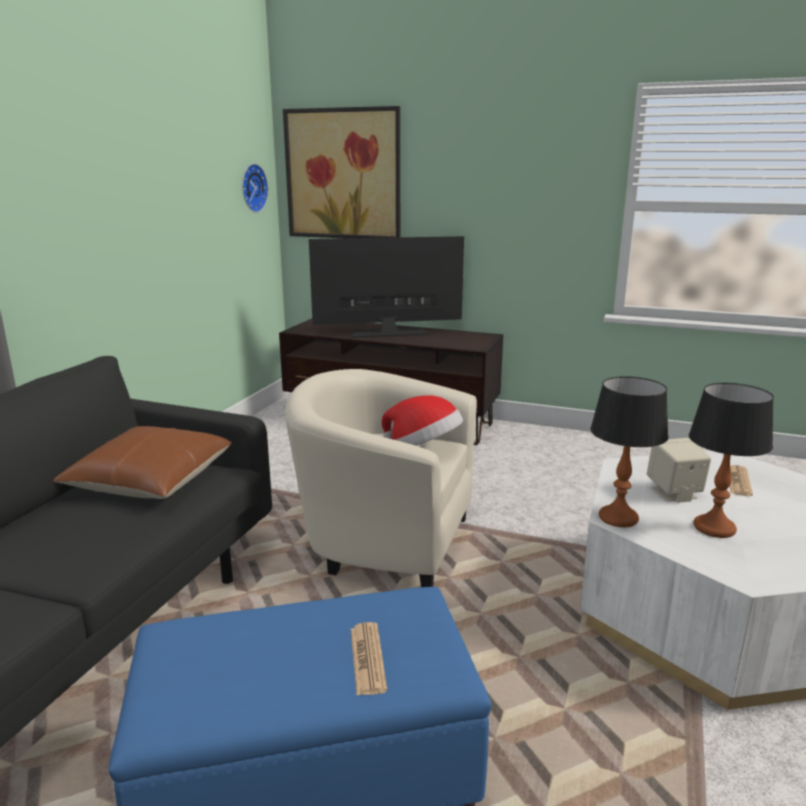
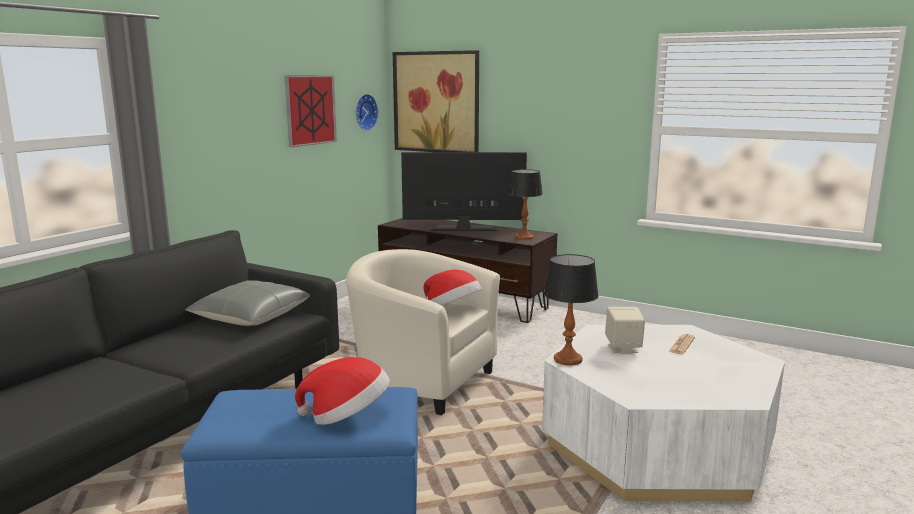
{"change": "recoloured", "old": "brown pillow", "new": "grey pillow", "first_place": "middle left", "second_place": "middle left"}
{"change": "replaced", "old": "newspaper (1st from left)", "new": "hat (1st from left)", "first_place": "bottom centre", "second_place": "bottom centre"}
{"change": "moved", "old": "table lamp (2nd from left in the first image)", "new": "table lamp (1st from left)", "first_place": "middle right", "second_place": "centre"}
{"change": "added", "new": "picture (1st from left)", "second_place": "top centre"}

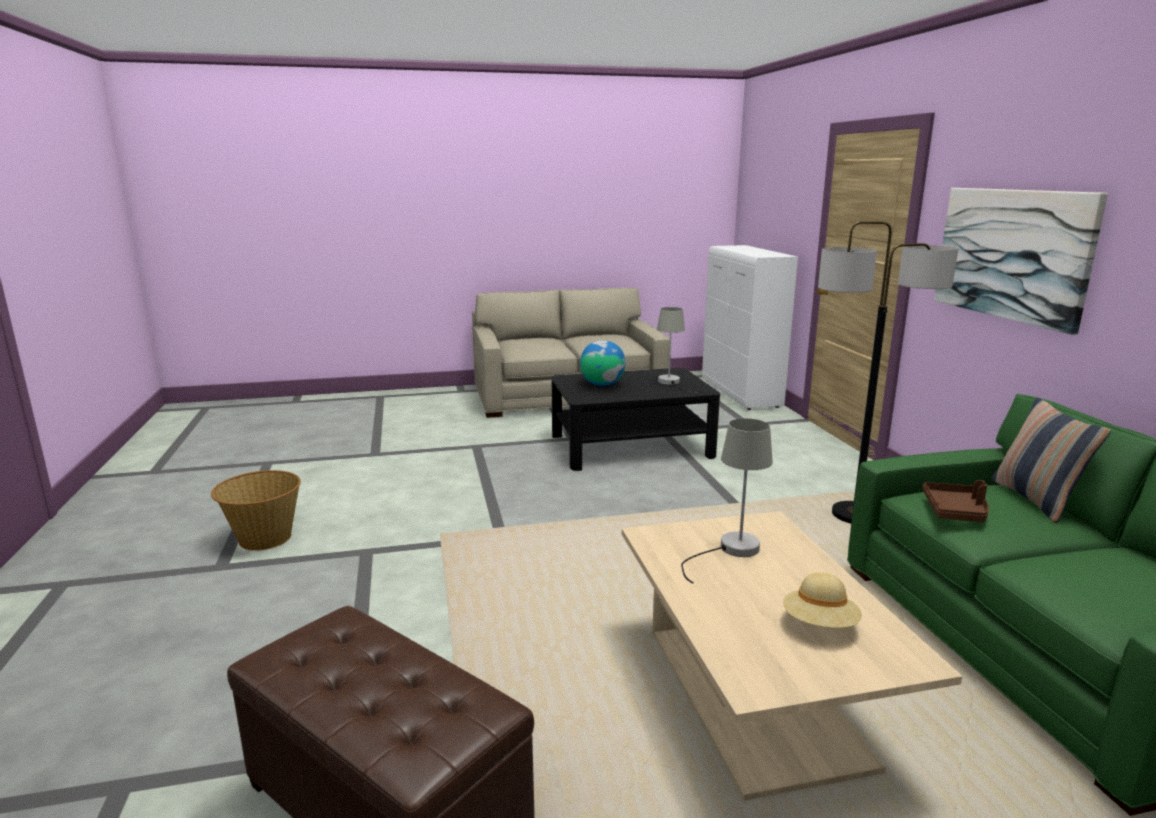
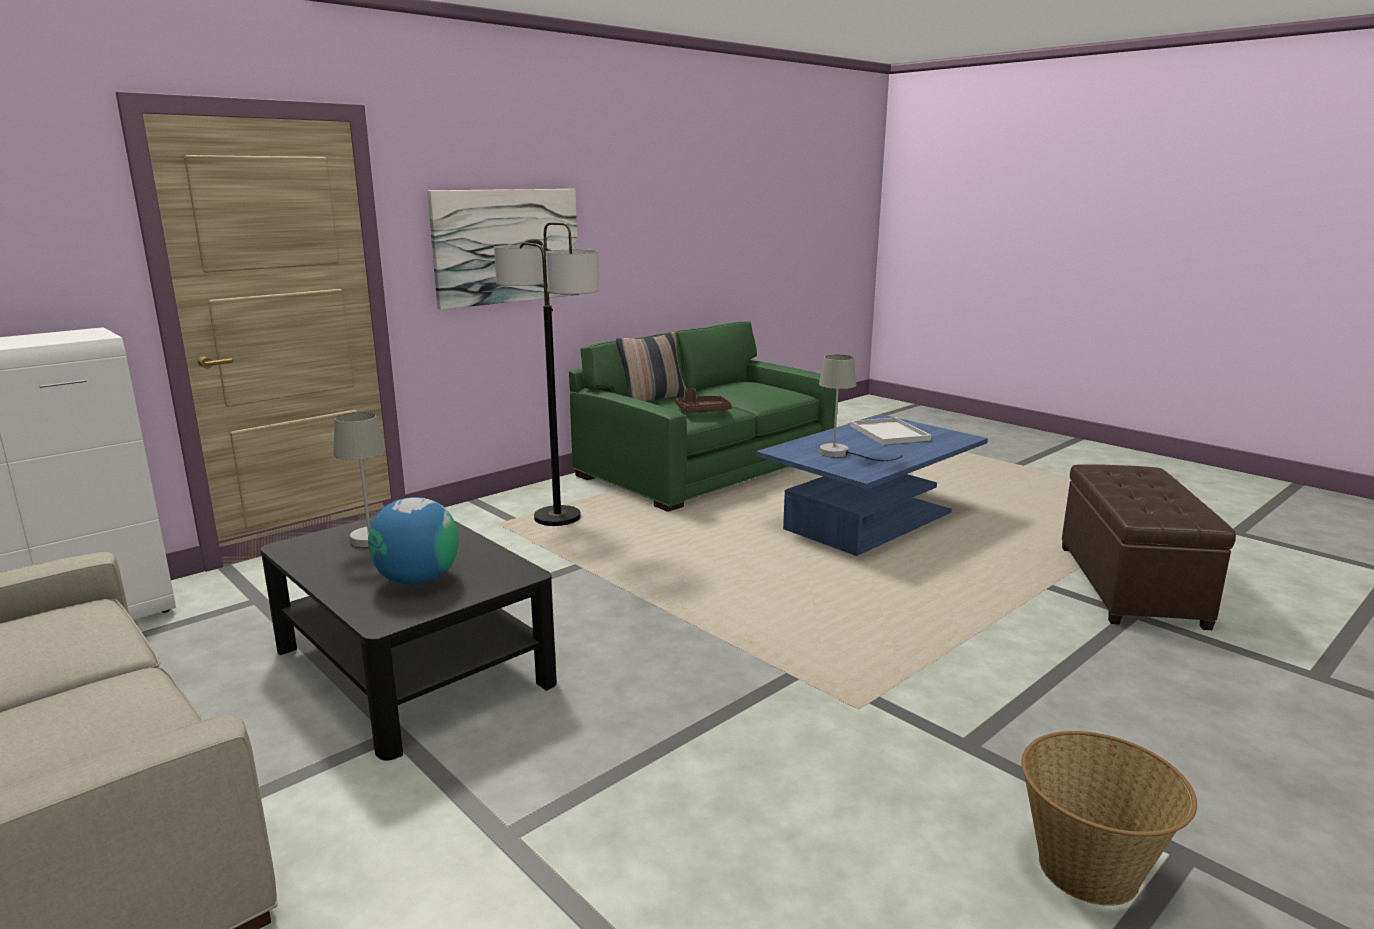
{"change": "recoloured", "old": "beige coffee table", "new": "blue coffee table", "first_place": "bottom right", "second_place": "centre"}
{"change": "replaced", "old": "beige hat", "new": "white tray", "first_place": "bottom right", "second_place": "centre"}

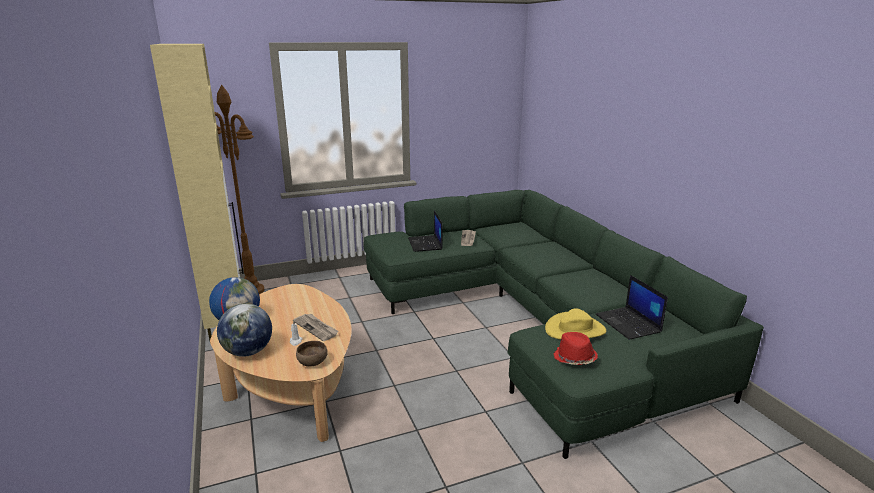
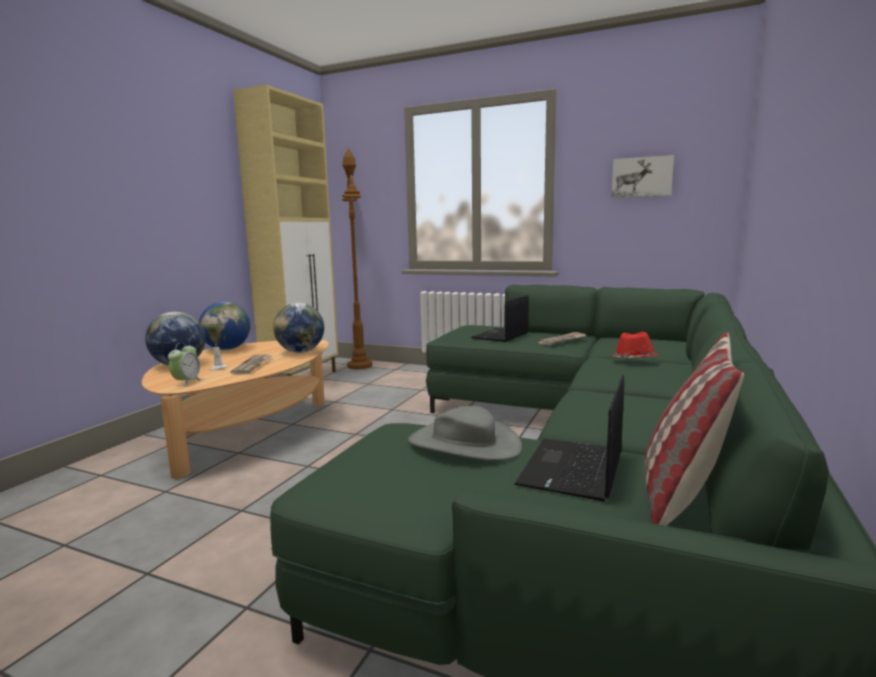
{"change": "replaced", "old": "brown bowl", "new": "alarm clock", "first_place": "bottom centre", "second_place": "middle left"}
{"change": "recoloured", "old": "yellow hat", "new": "grey hat", "first_place": "centre", "second_place": "centre"}
{"change": "moved", "old": "red hat", "first_place": "bottom centre", "second_place": "middle right"}
{"change": "added", "new": "globe (3rd from left)", "second_place": "centre"}
{"change": "added", "new": "picture", "second_place": "top right"}
{"change": "added", "new": "pillow", "second_place": "middle right"}

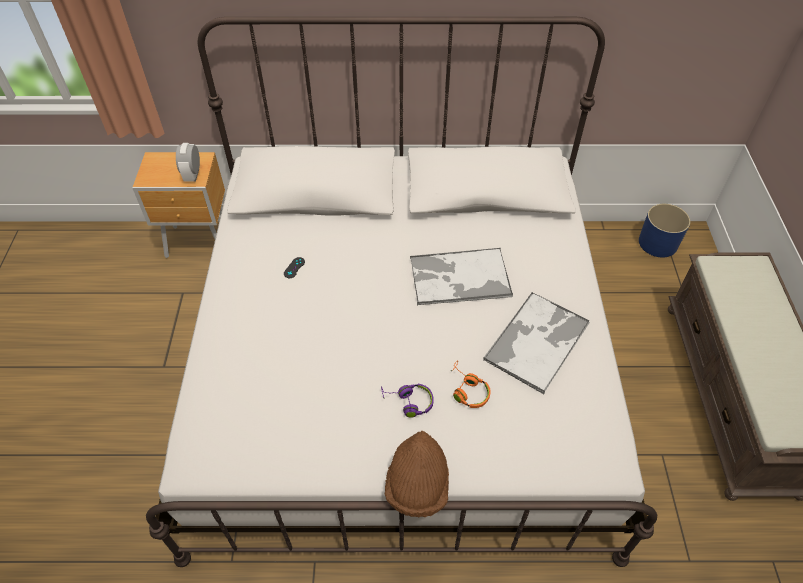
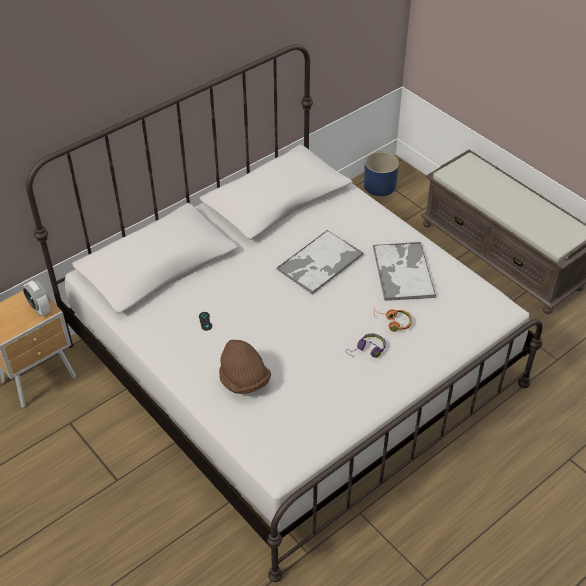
{"change": "moved", "old": "brown hat", "first_place": "bottom centre", "second_place": "centre"}

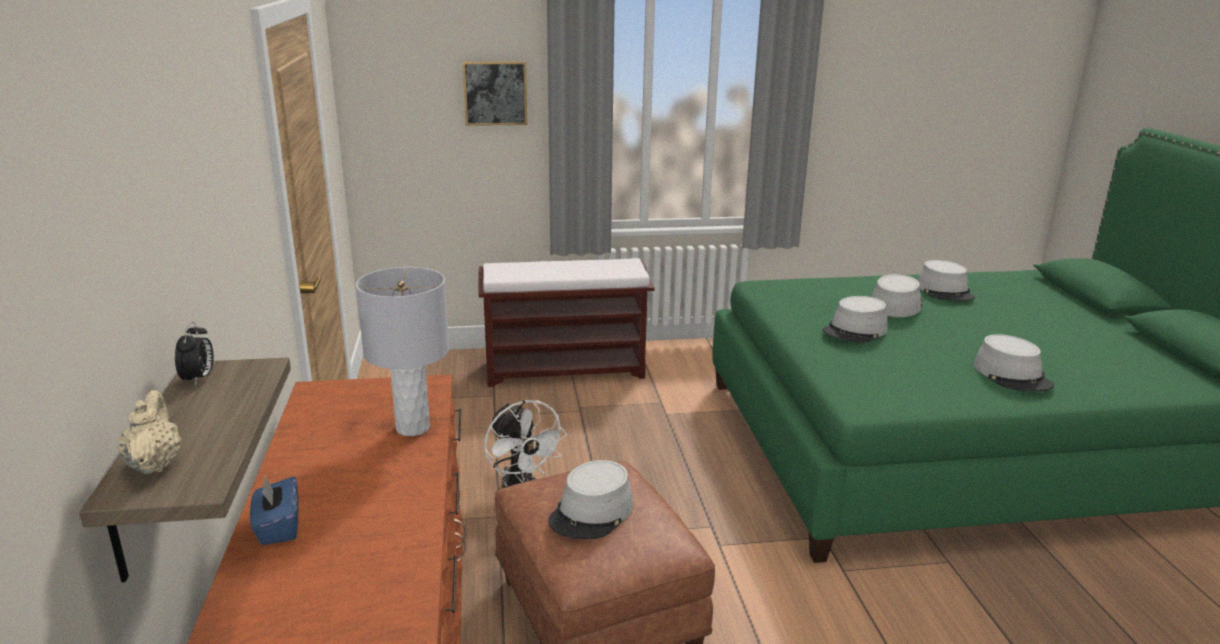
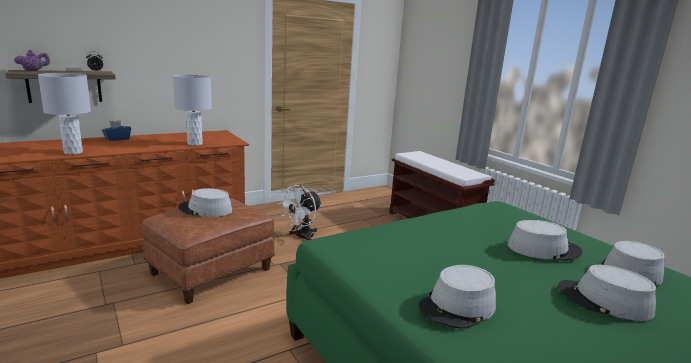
{"change": "recoloured", "old": "beige teapot", "new": "purple teapot", "first_place": "bottom left", "second_place": "top left"}
{"change": "removed", "old": "picture", "first_place": "top centre"}
{"change": "moved", "old": "grey hat (2nd from left in the first image)", "new": "grey hat (4th from left)", "first_place": "middle right", "second_place": "bottom right"}
{"change": "added", "new": "grey table lamp (1st from left)", "second_place": "top left"}

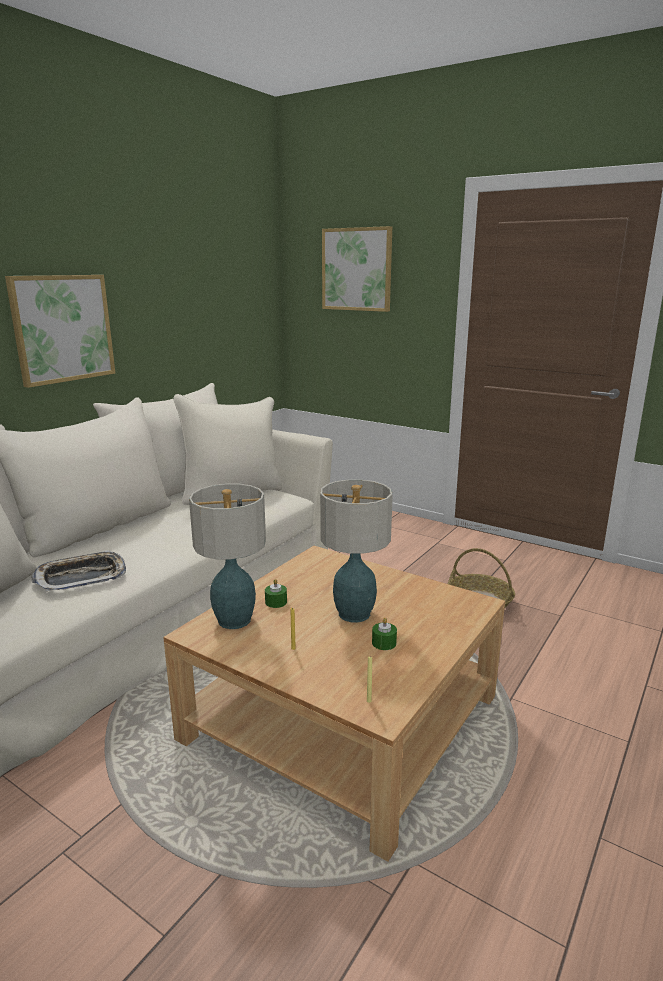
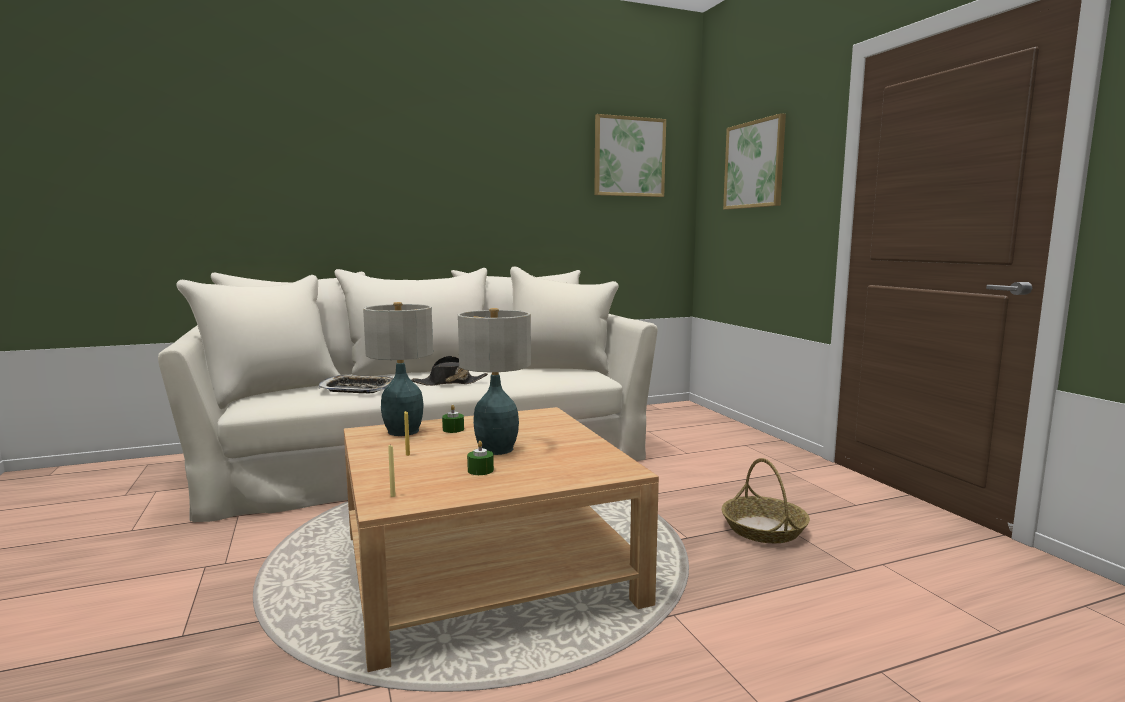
{"change": "moved", "old": "picture (1st from left)", "first_place": "middle left", "second_place": "top centre"}
{"change": "added", "new": "black hat", "second_place": "centre"}

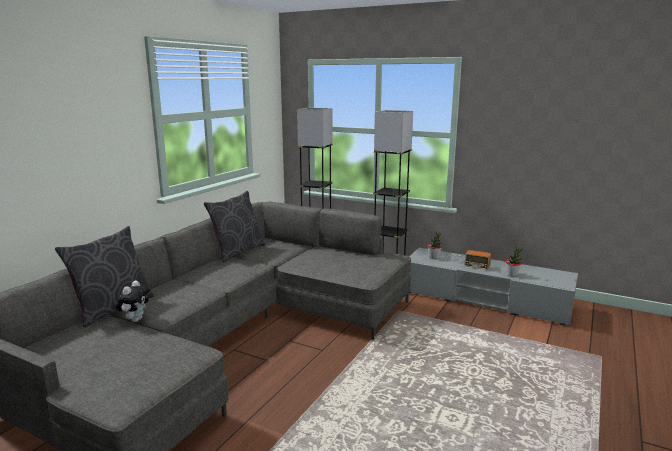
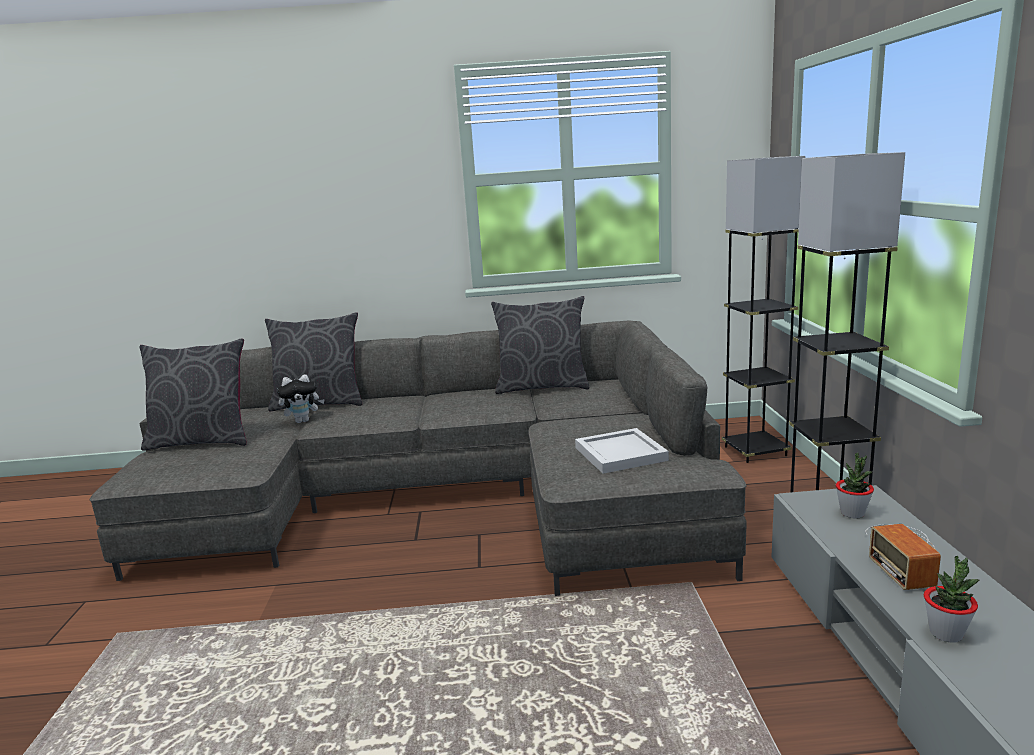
{"change": "added", "new": "grey pillow (1st from left)", "second_place": "middle left"}
{"change": "added", "new": "white tray", "second_place": "centre"}

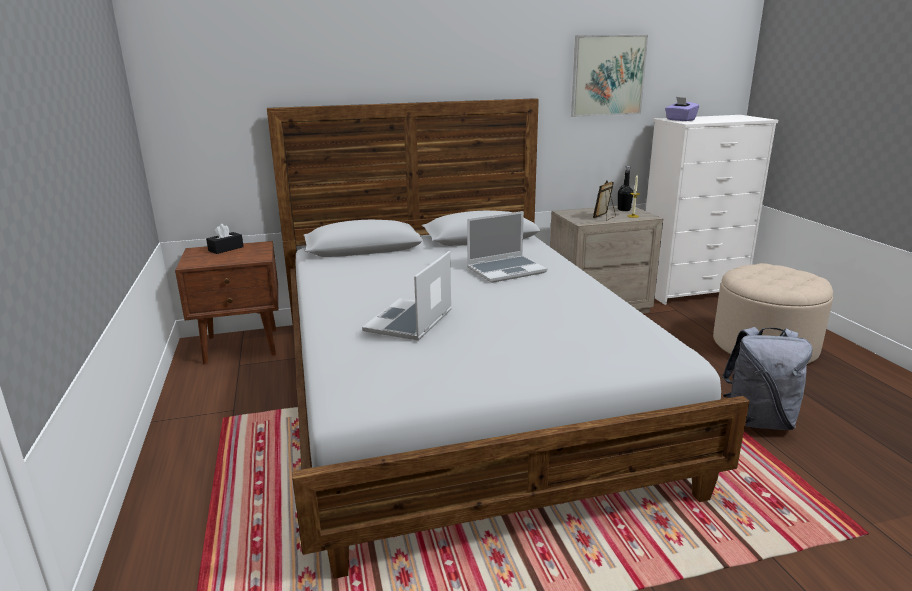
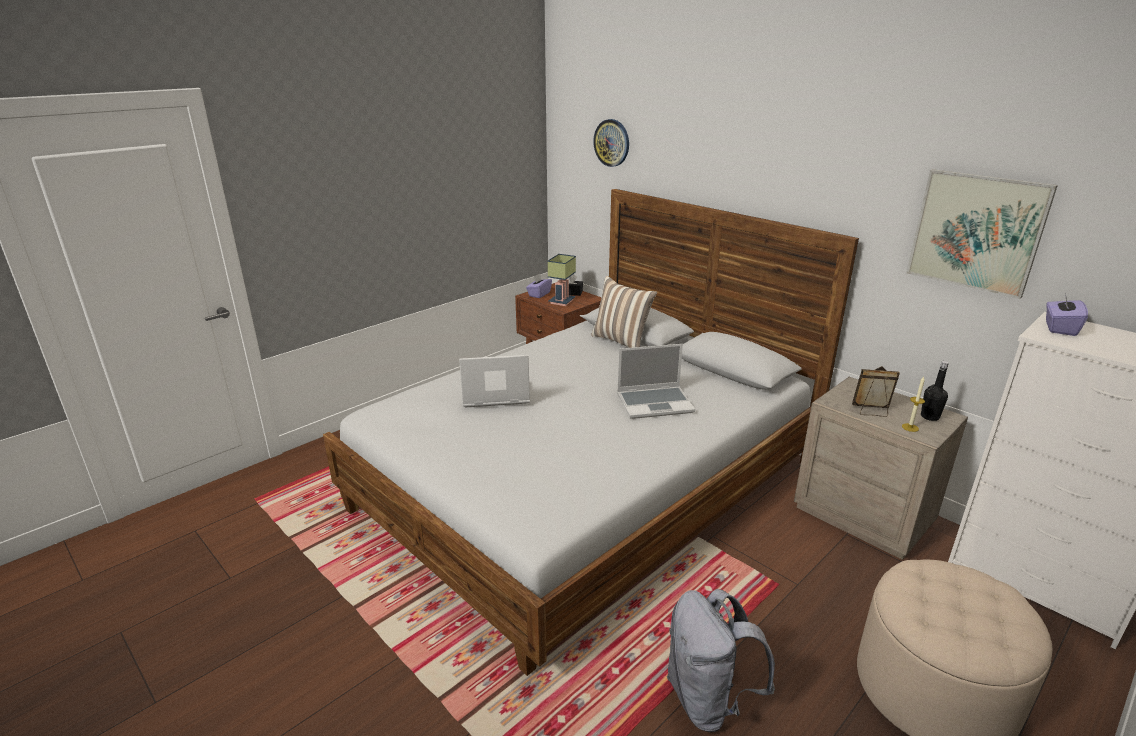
{"change": "turned", "old": "laptop (2nd from left)", "first_place": "centre", "second_place": "centre", "degrees": -45}
{"change": "added", "new": "purple tissue box (1st from left)", "second_place": "centre"}
{"change": "added", "new": "table lamp", "second_place": "centre"}
{"change": "added", "new": "pillow", "second_place": "centre"}
{"change": "added", "new": "wall clock", "second_place": "top centre"}

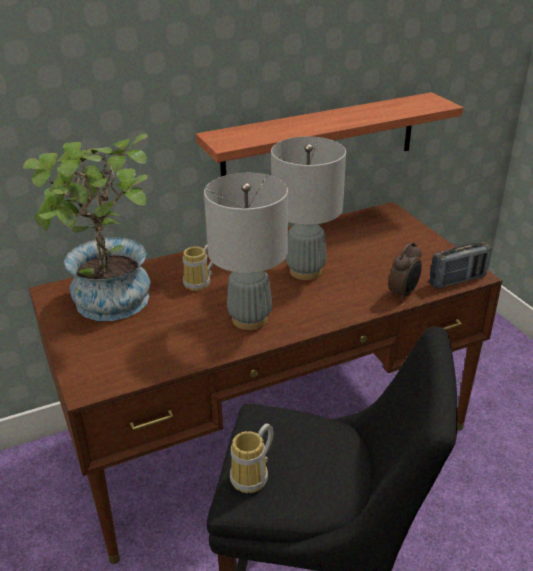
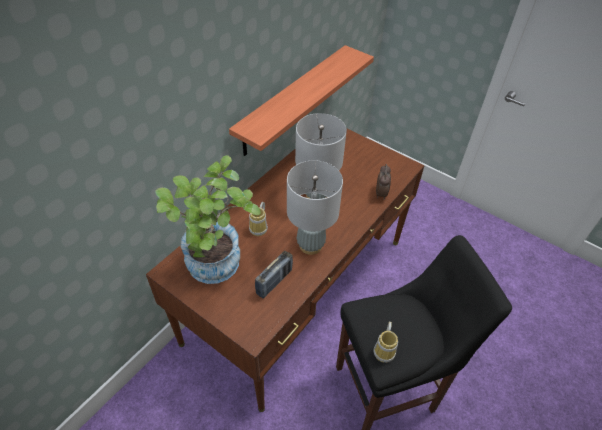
{"change": "moved", "old": "radio", "first_place": "middle right", "second_place": "centre"}

